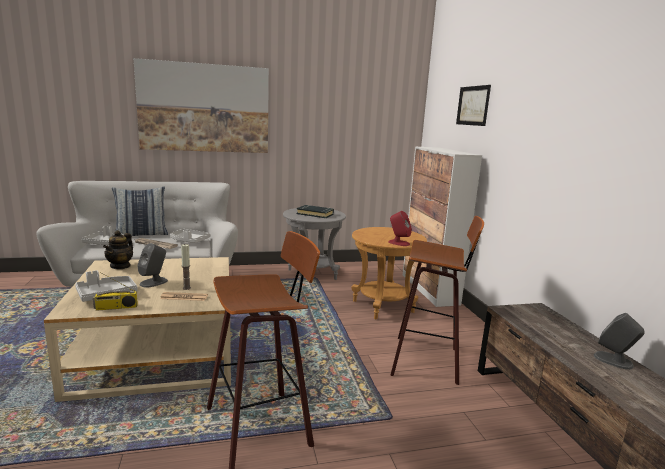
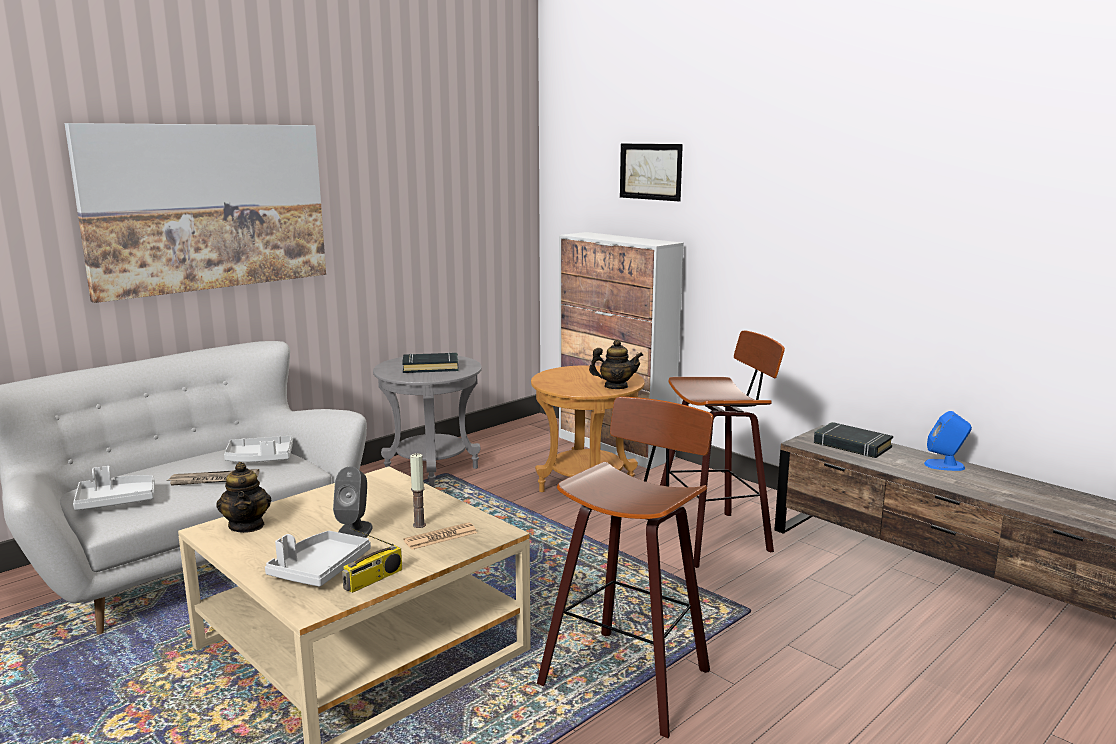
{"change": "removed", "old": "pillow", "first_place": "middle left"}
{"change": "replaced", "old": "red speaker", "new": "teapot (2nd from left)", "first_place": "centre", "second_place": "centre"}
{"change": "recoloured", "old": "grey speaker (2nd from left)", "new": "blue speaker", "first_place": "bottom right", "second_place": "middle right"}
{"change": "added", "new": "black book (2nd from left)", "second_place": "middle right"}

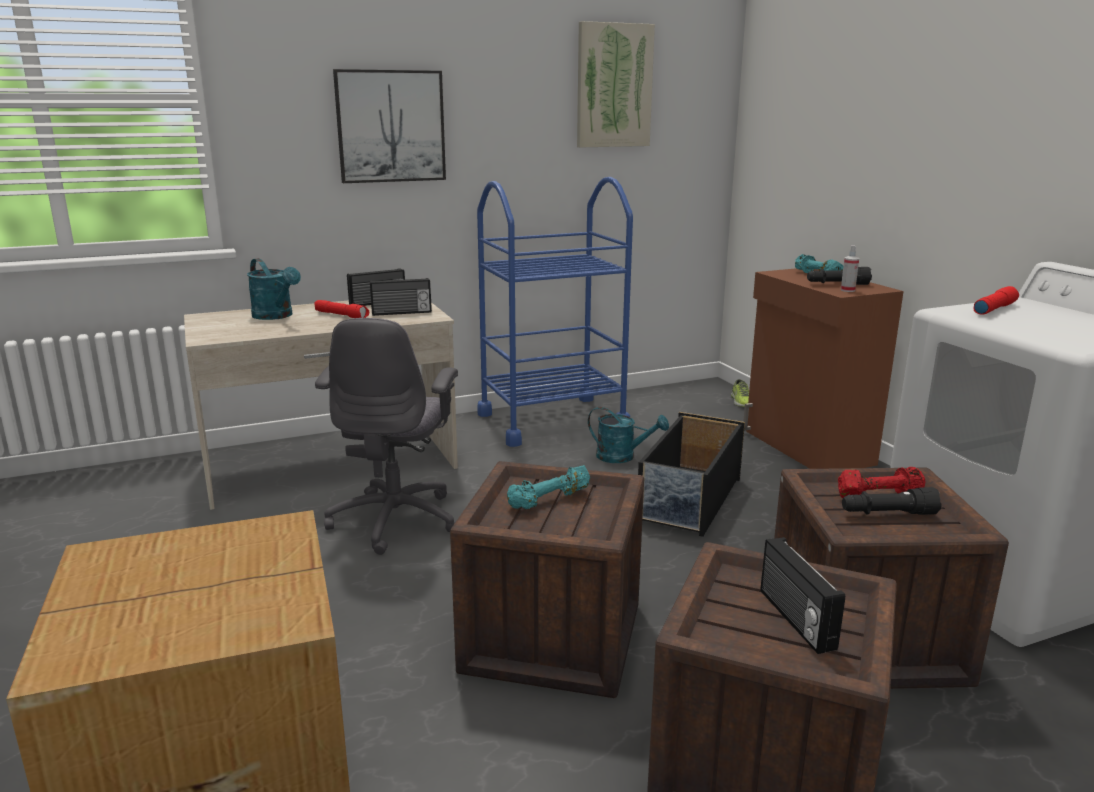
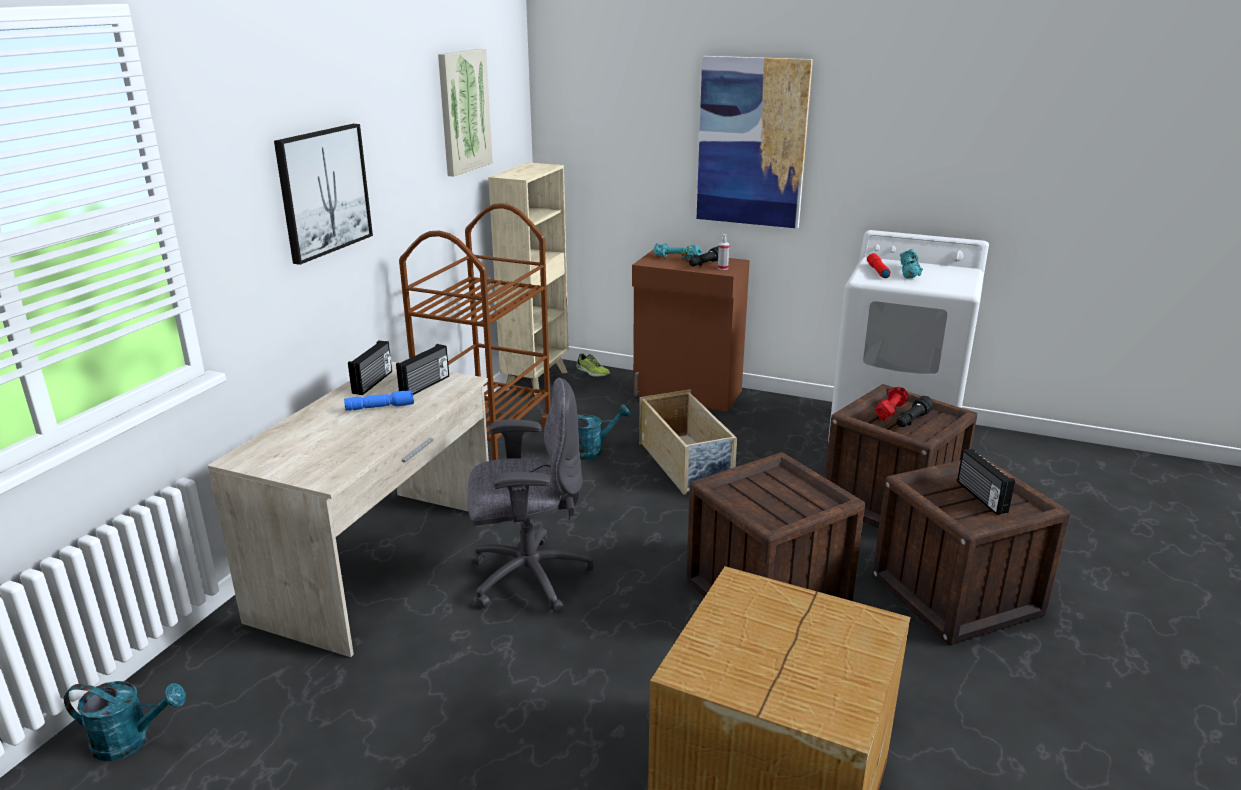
{"change": "moved", "old": "turquoise watering can (1st from left)", "first_place": "middle left", "second_place": "bottom left"}
{"change": "recoloured", "old": "red flashlight (1st from left)", "new": "blue flashlight", "first_place": "middle left", "second_place": "middle left"}
{"change": "turned", "old": "grey office chair", "first_place": "centre", "second_place": "centre", "degrees": -60}
{"change": "recoloured", "old": "blue cart", "new": "brown cart", "first_place": "centre", "second_place": "centre"}
{"change": "moved", "old": "turquoise dumbbell (1st from left in the first image)", "new": "turquoise dumbbell (2nd from left)", "first_place": "centre", "second_place": "top right"}
{"change": "recoloured", "old": "black storage box", "new": "beige storage box", "first_place": "centre", "second_place": "centre"}
{"change": "turned", "old": "radio (3rd from left)", "first_place": "bottom right", "second_place": "middle right", "degrees": 45}
{"change": "added", "new": "beige bookcase", "second_place": "centre"}
{"change": "added", "new": "picture (3rd from left)", "second_place": "top centre"}

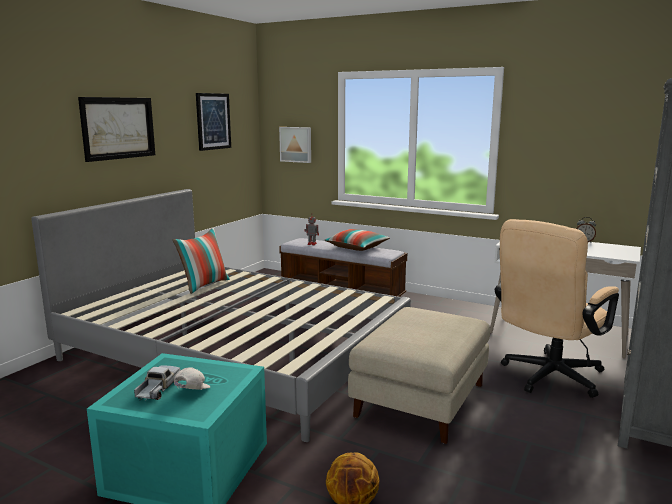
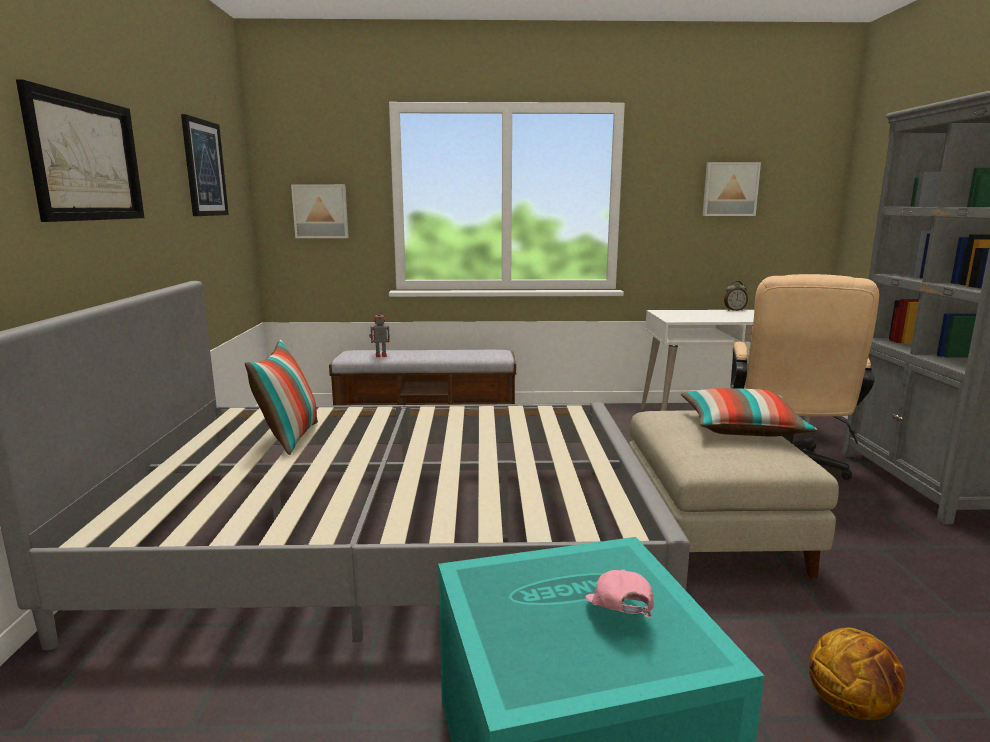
{"change": "removed", "old": "toy truck", "first_place": "bottom left"}
{"change": "recoloured", "old": "white cap", "new": "pink cap", "first_place": "bottom left", "second_place": "bottom centre"}
{"change": "moved", "old": "pillow (2nd from left)", "first_place": "centre", "second_place": "middle right"}
{"change": "added", "new": "picture (4th from left)", "second_place": "top right"}

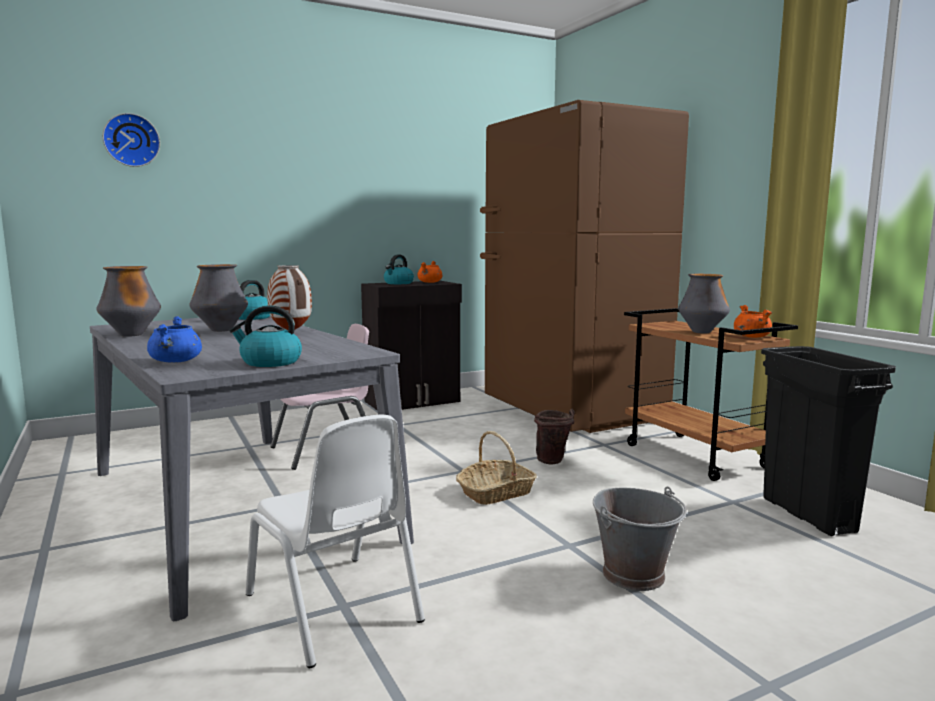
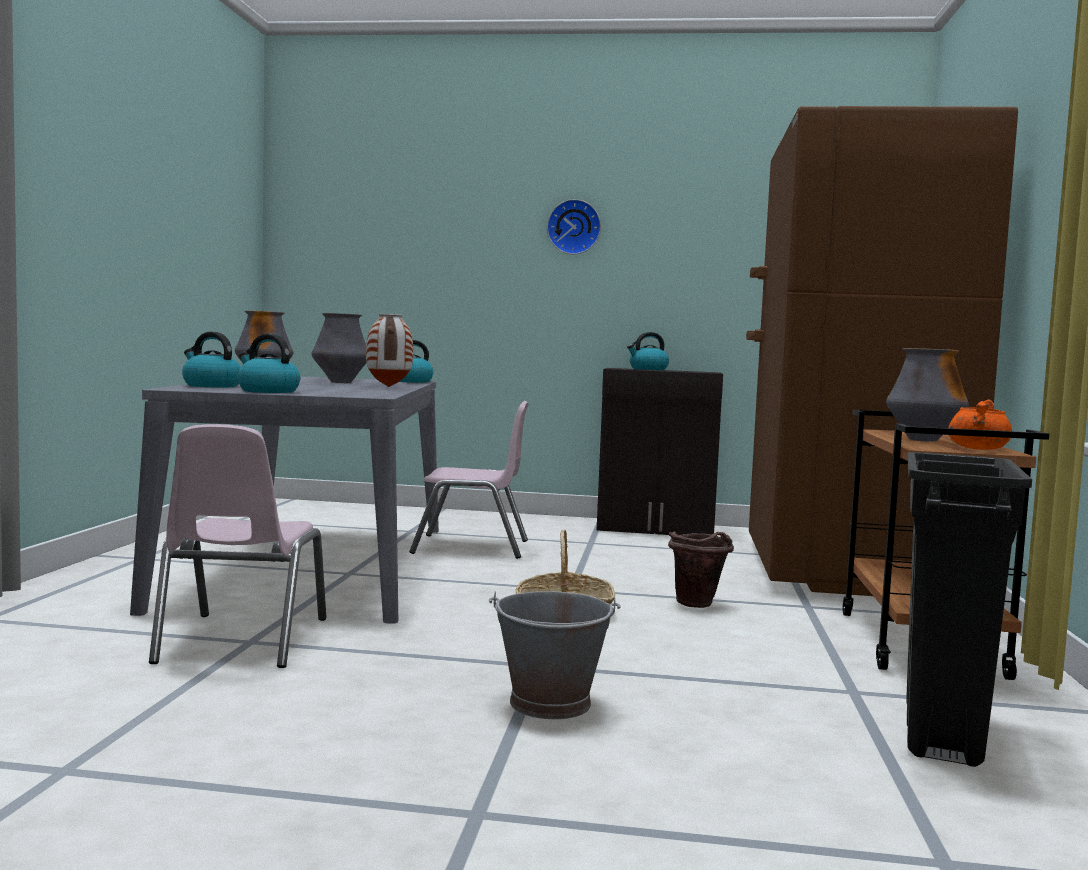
{"change": "moved", "old": "wall clock", "first_place": "top left", "second_place": "top centre"}
{"change": "replaced", "old": "blue cooking pot", "new": "kettle (1st from left)", "first_place": "middle left", "second_place": "middle left"}
{"change": "recoloured", "old": "white chair", "new": "pink chair (1st from left)", "first_place": "bottom centre", "second_place": "middle left"}
{"change": "removed", "old": "orange cooking pot (1st from left)", "first_place": "centre"}

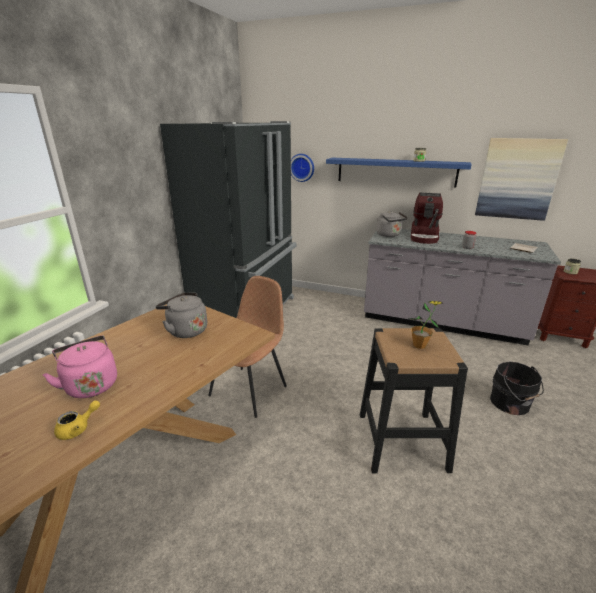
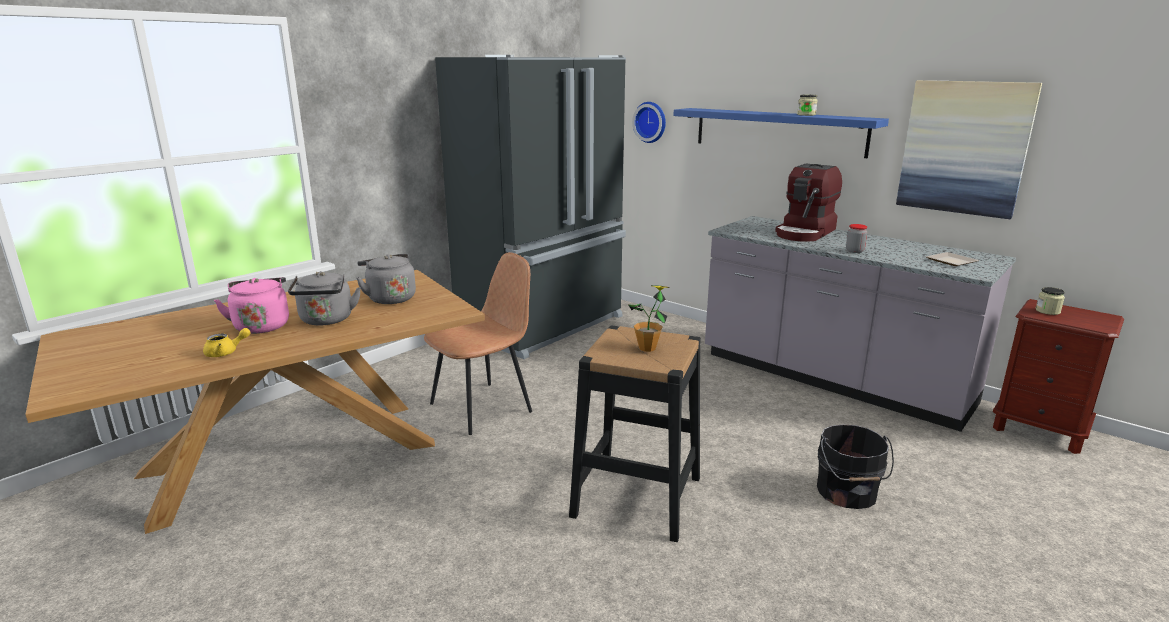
{"change": "moved", "old": "grey kettle (2nd from left in the first image)", "new": "grey kettle (1st from left)", "first_place": "centre", "second_place": "middle left"}

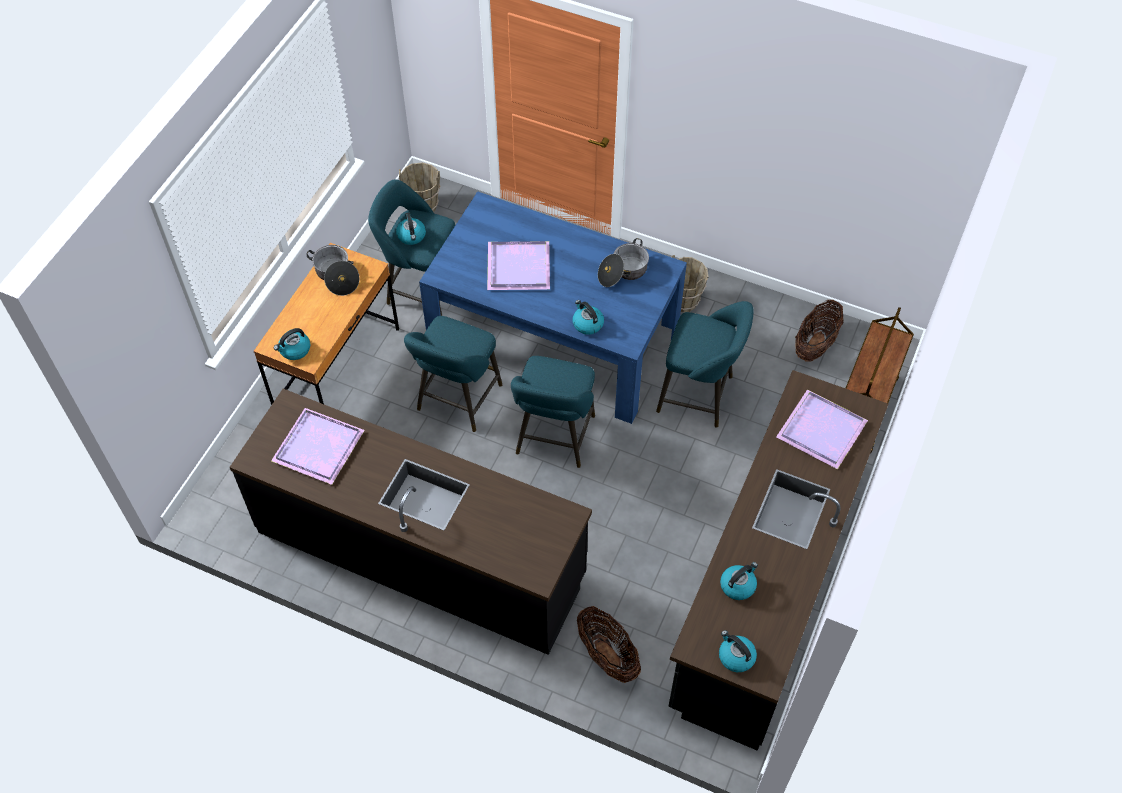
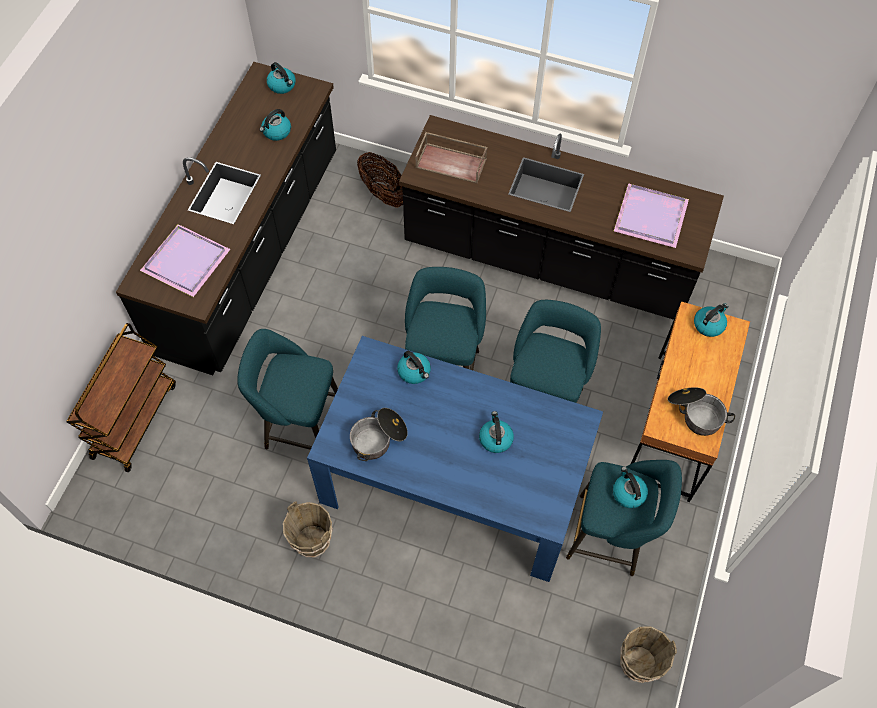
{"change": "replaced", "old": "purple tray (2nd from left)", "new": "kettle (4th from left)", "first_place": "centre", "second_place": "centre"}
{"change": "removed", "old": "basket (2nd from left)", "first_place": "middle right"}
{"change": "added", "new": "brown tray", "second_place": "top centre"}

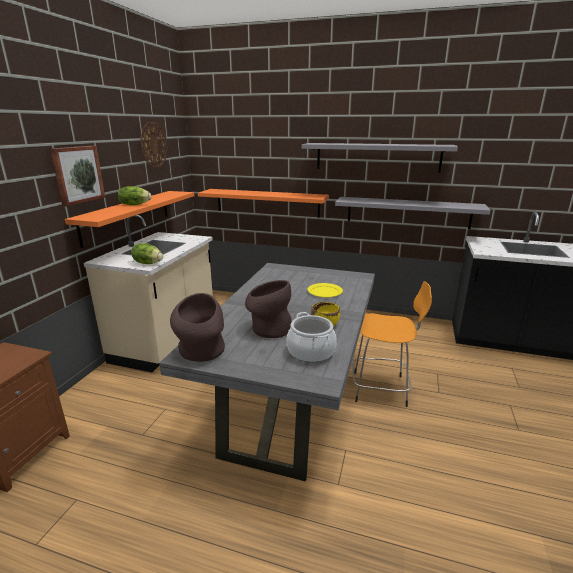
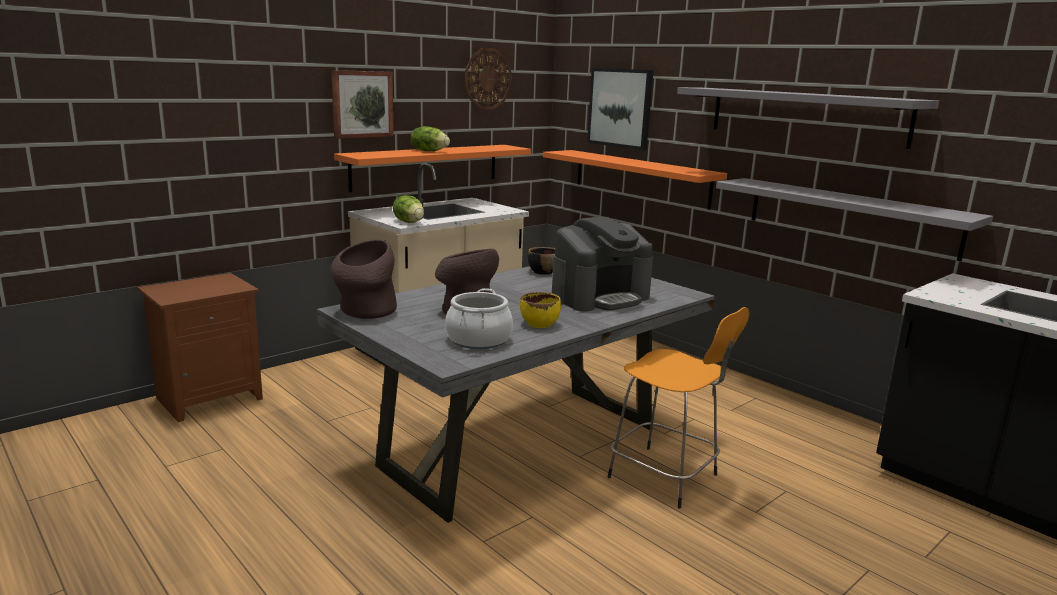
{"change": "replaced", "old": "yellow plate", "new": "coffee machine", "first_place": "centre", "second_place": "centre"}
{"change": "added", "new": "black bowl", "second_place": "centre"}
{"change": "added", "new": "picture (2nd from left)", "second_place": "top centre"}

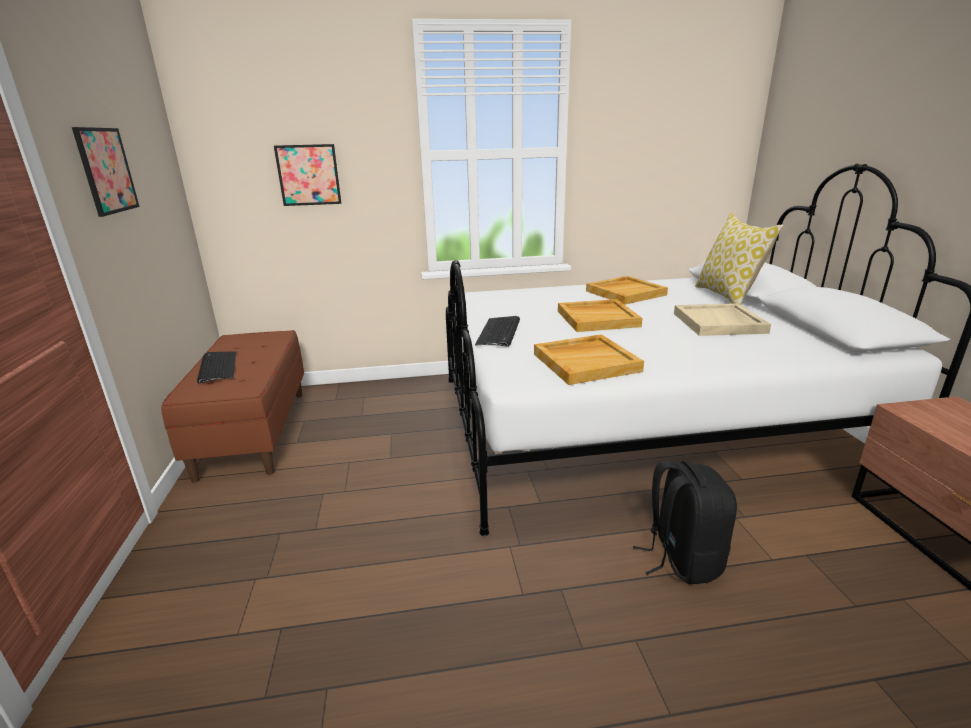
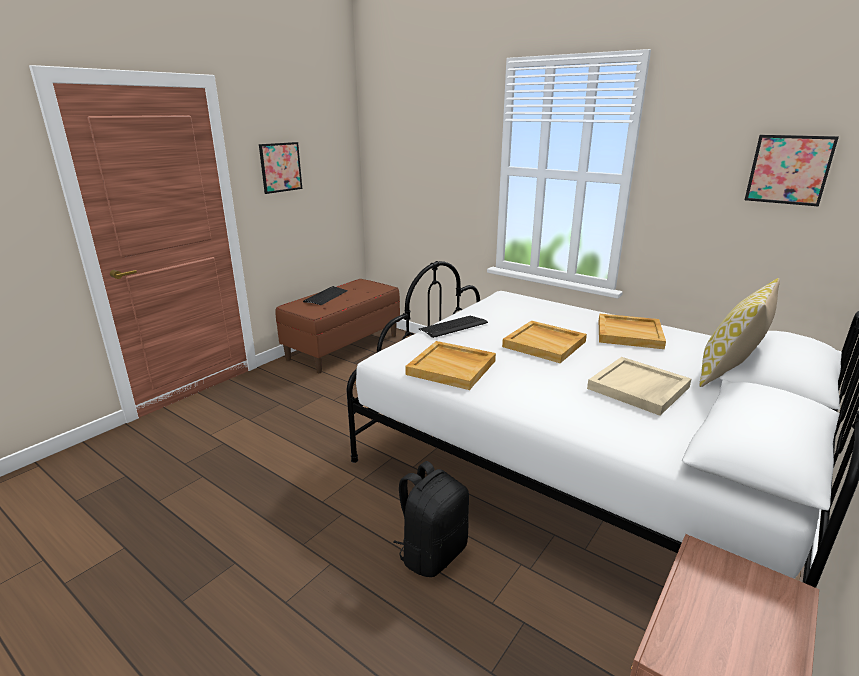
{"change": "moved", "old": "picture (2nd from left)", "first_place": "top left", "second_place": "top right"}

